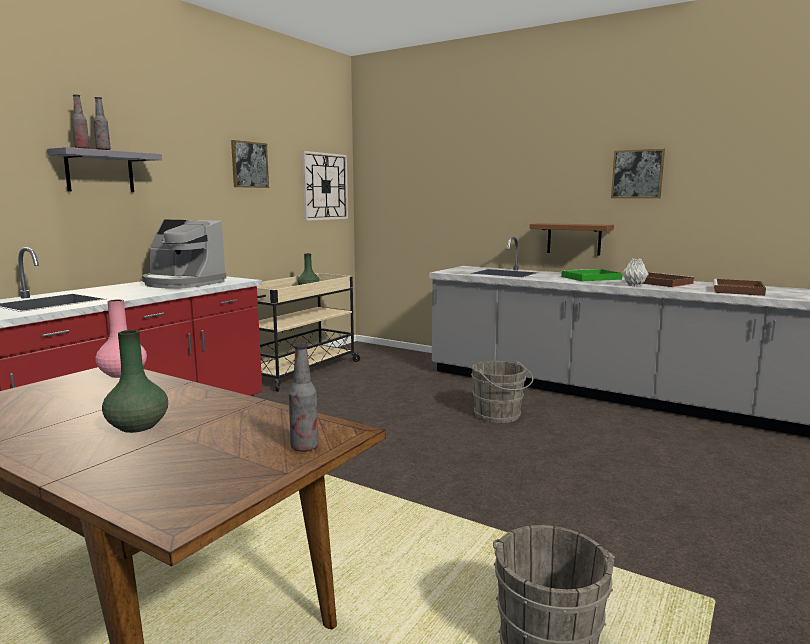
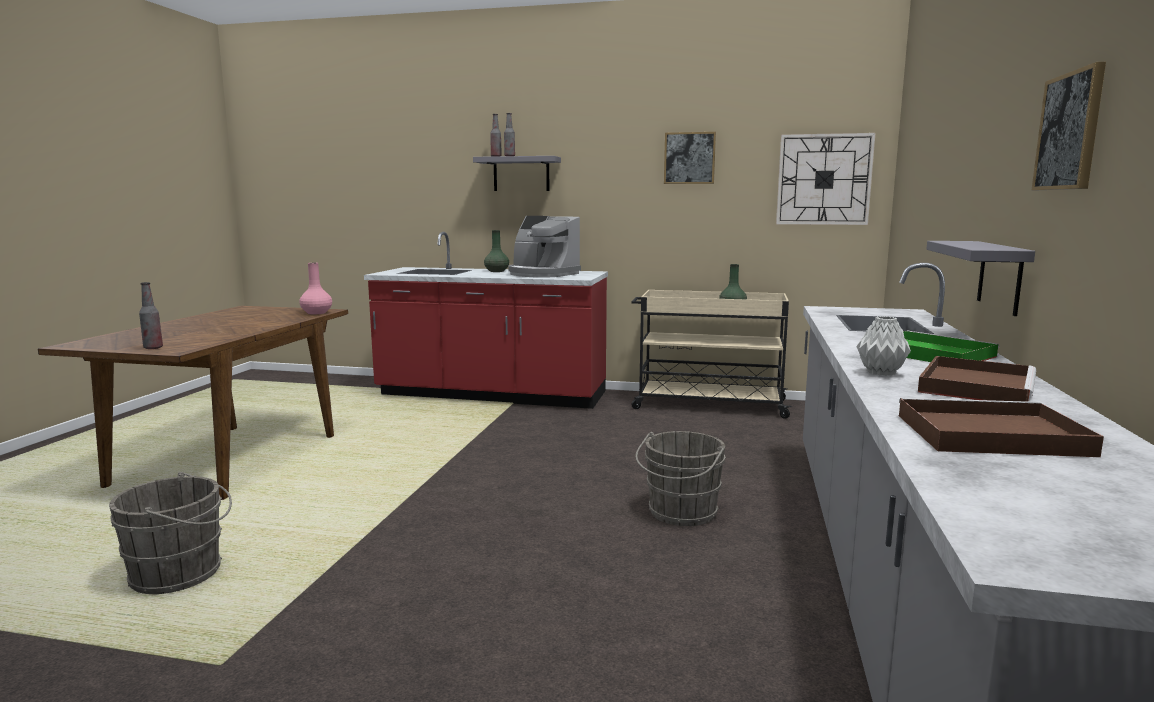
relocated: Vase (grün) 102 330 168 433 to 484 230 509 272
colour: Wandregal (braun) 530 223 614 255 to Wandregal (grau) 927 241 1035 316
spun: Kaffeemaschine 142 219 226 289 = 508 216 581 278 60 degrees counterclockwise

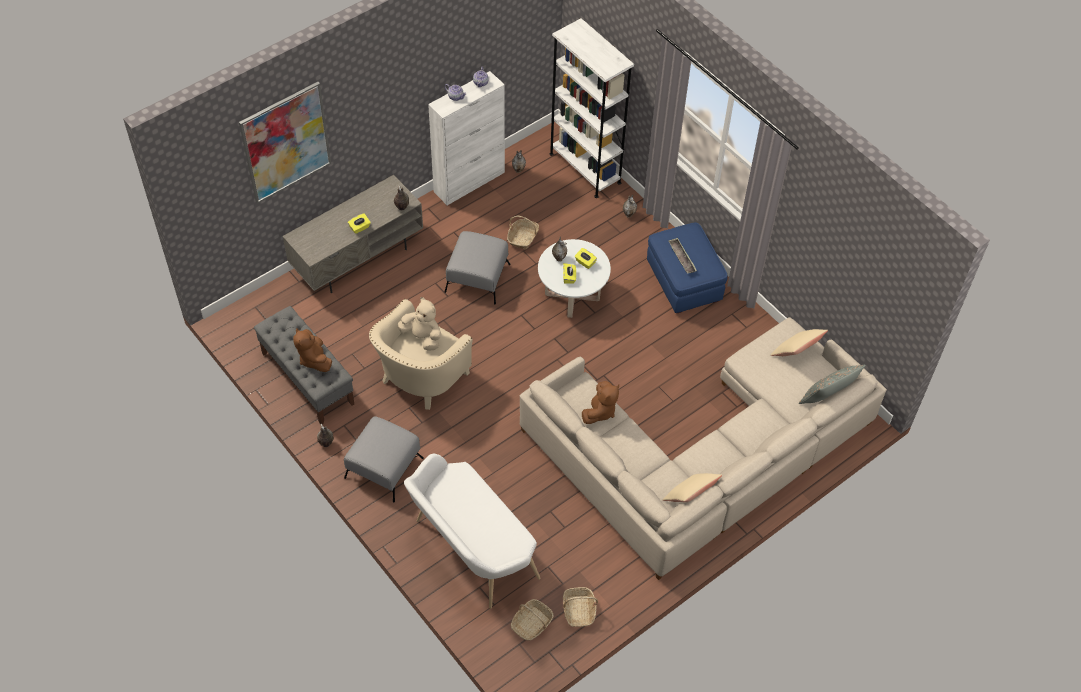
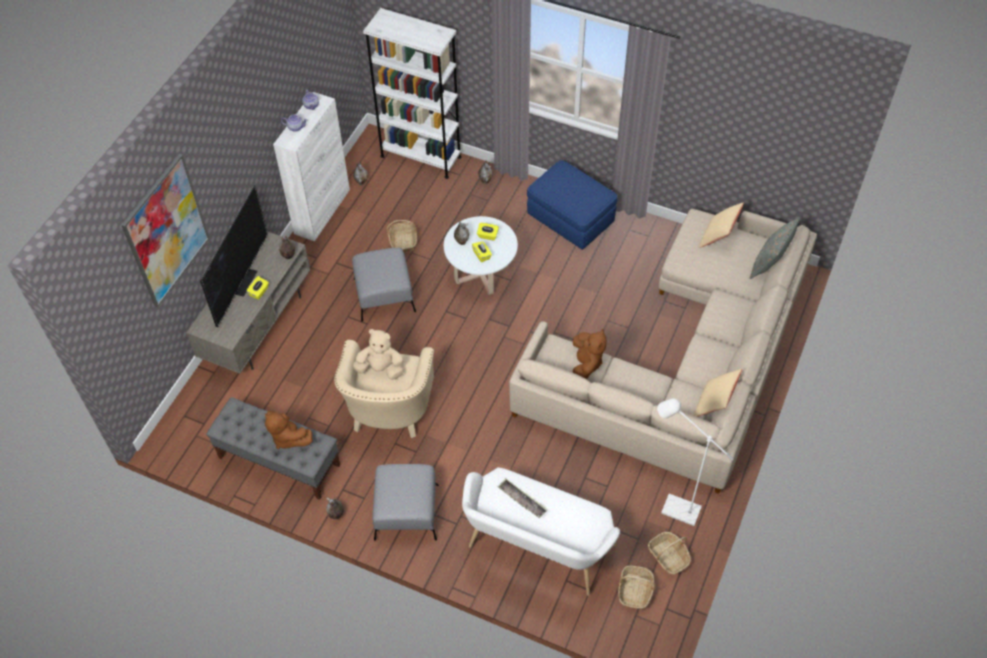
appeared: Fernseher 200 185 268 327; Stehlampe (weiß) 657 398 734 526
relocated: Tablett 669 238 697 273 to 498 479 548 519

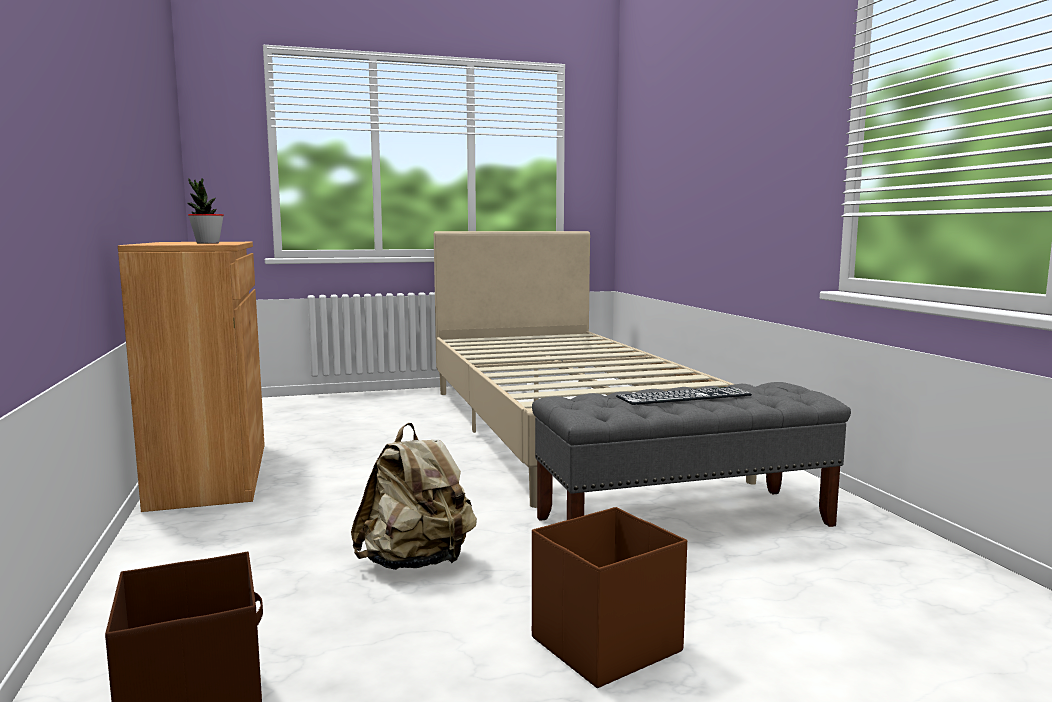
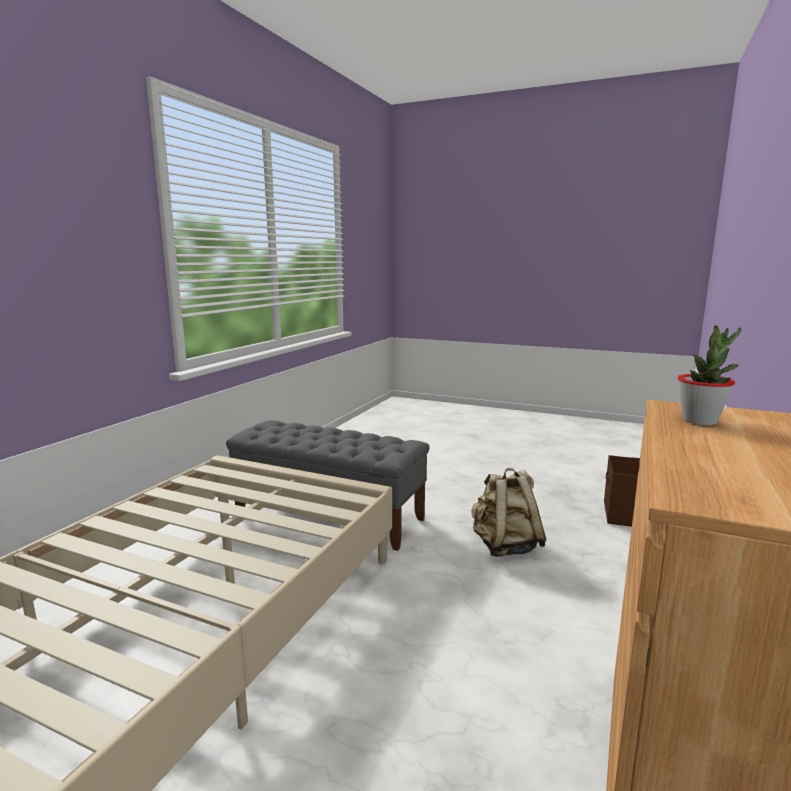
missing: Aufbewahrungsbox (braun) 532 507 687 688; Tastatur 616 387 752 405

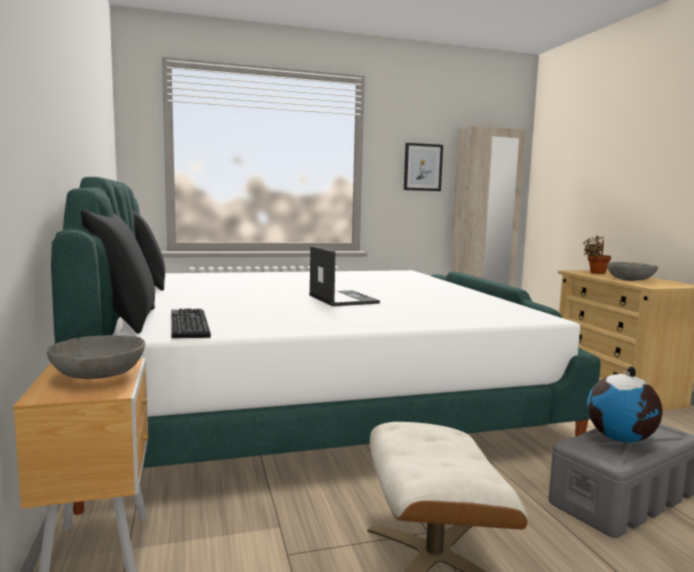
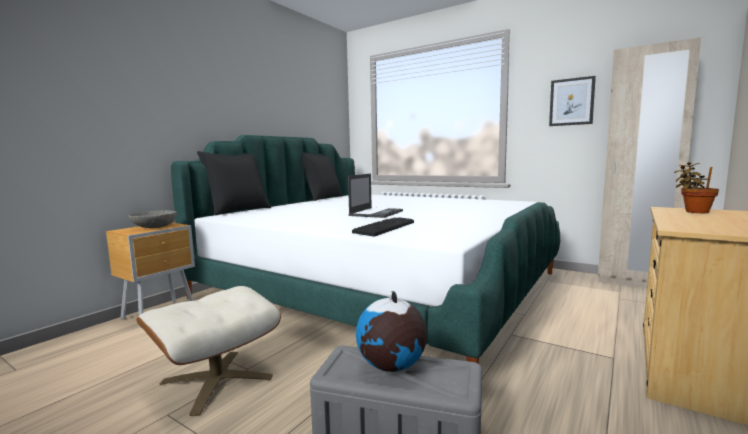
missing: Schüssel (grau) 607 262 658 281
relocated: Tastatur 171 309 211 338 to 352 217 414 237

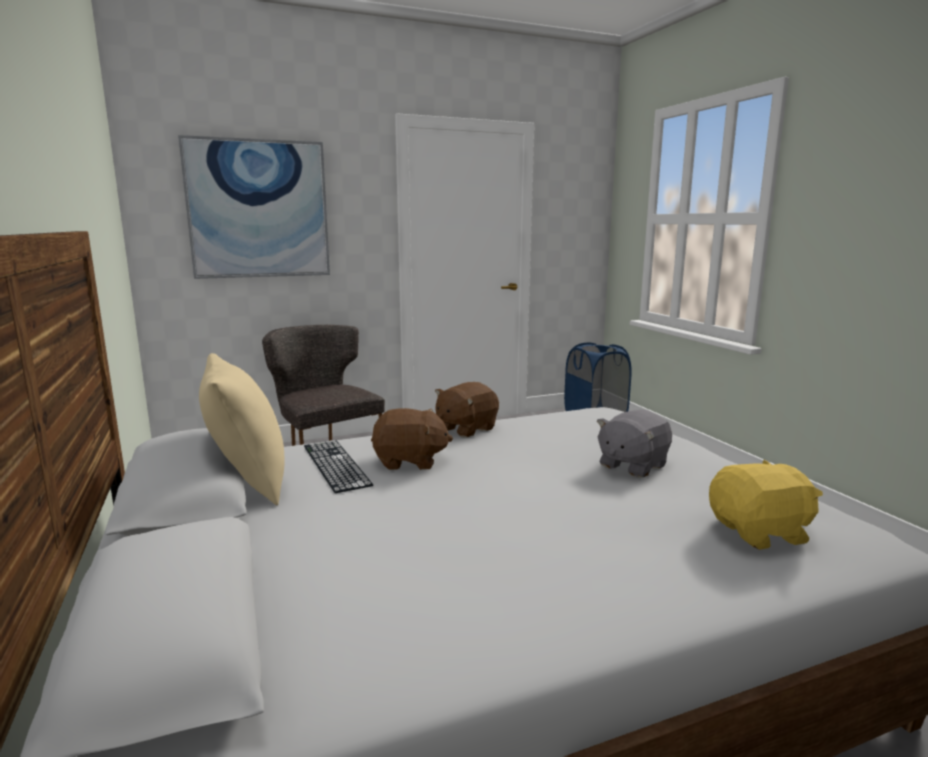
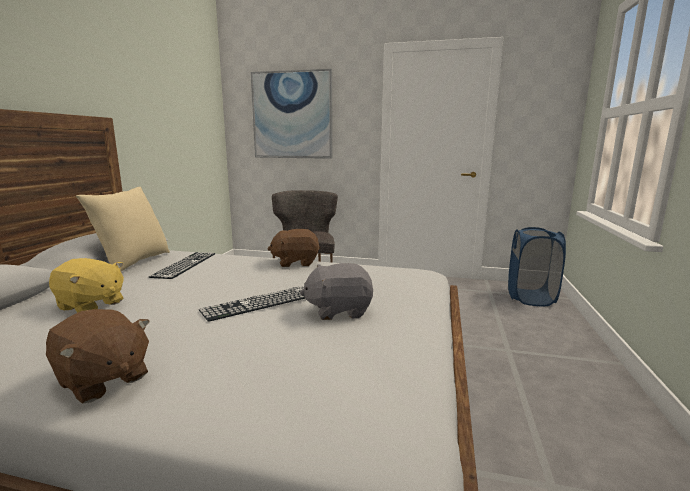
appeared: Tastatur 199 286 305 322
relocated: Plüschtier (braun) 371 408 453 470 to 46 309 150 404; Plüschtier (gelb) 709 459 823 550 to 49 258 124 313

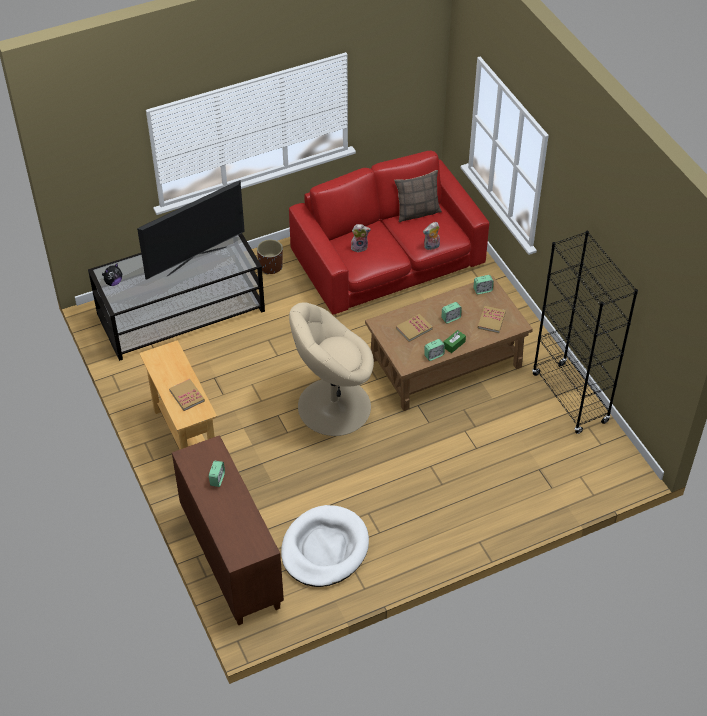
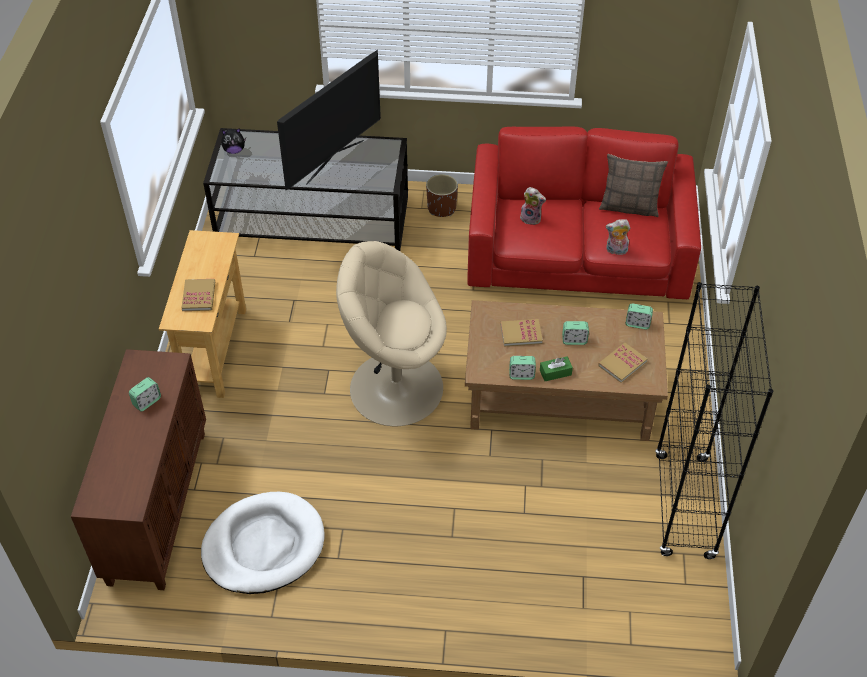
spun: Fernseher 137 180 245 280 = 277 50 381 190 45 degrees counterclockwise

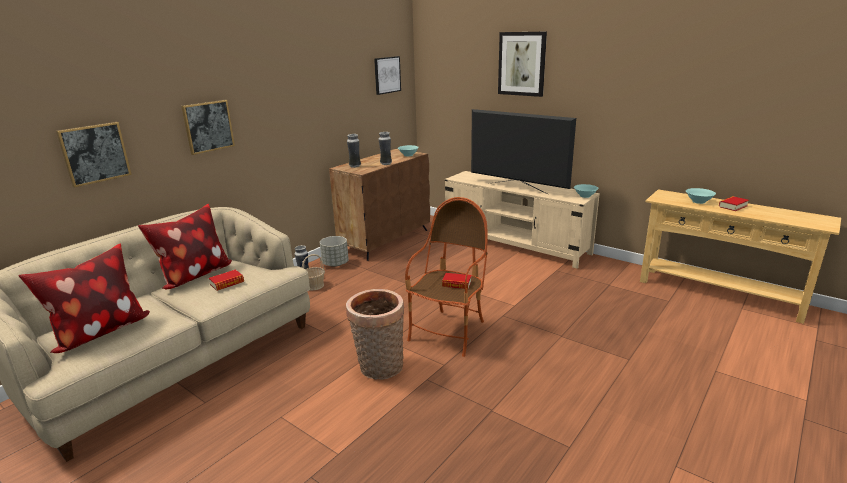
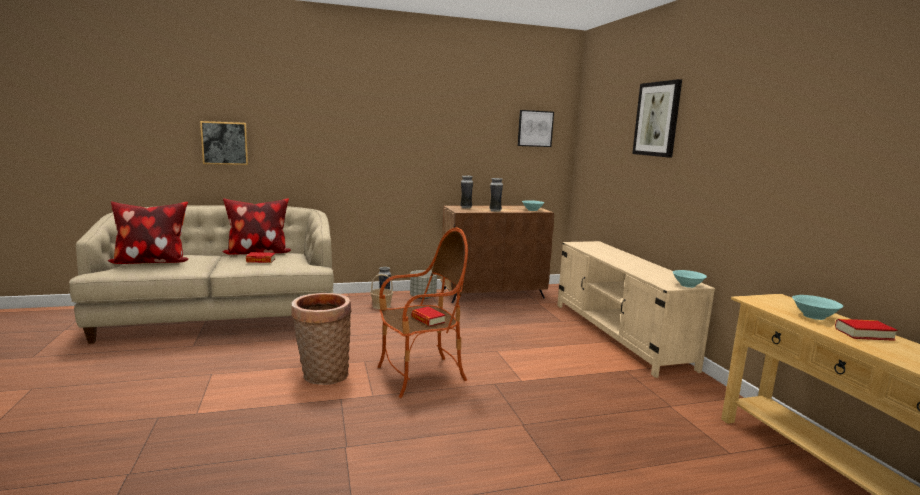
missing: Bild 181 100 235 155; Fernseher 471 109 576 194

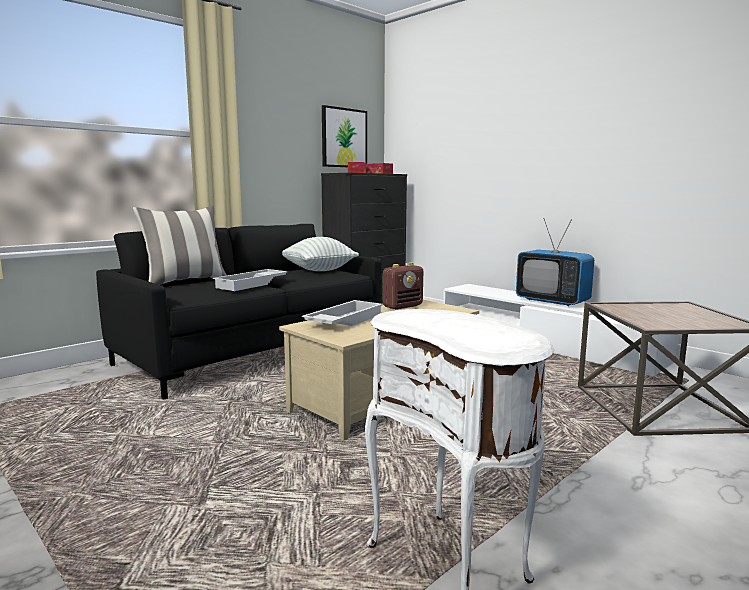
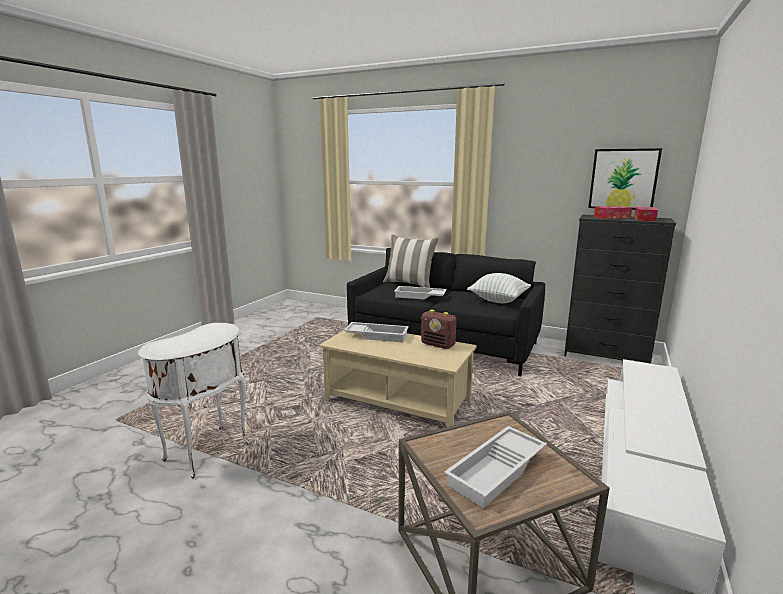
missing: Fernseher 516 218 594 306
appeared: Tablett (weiß) 444 426 547 508

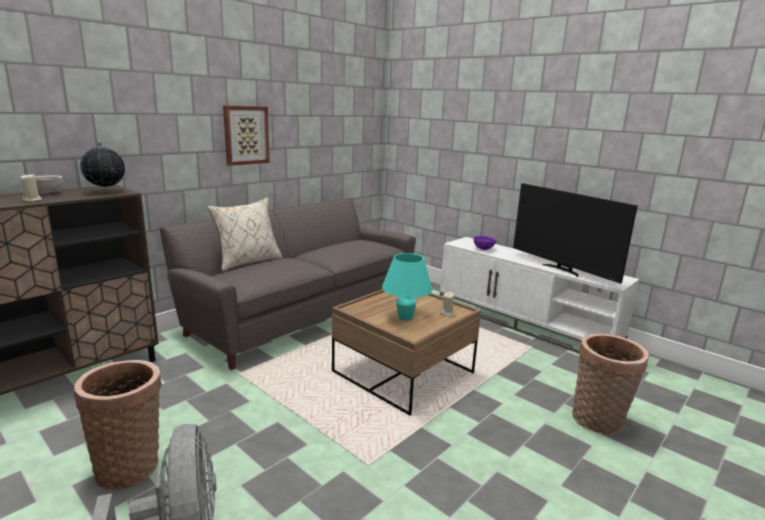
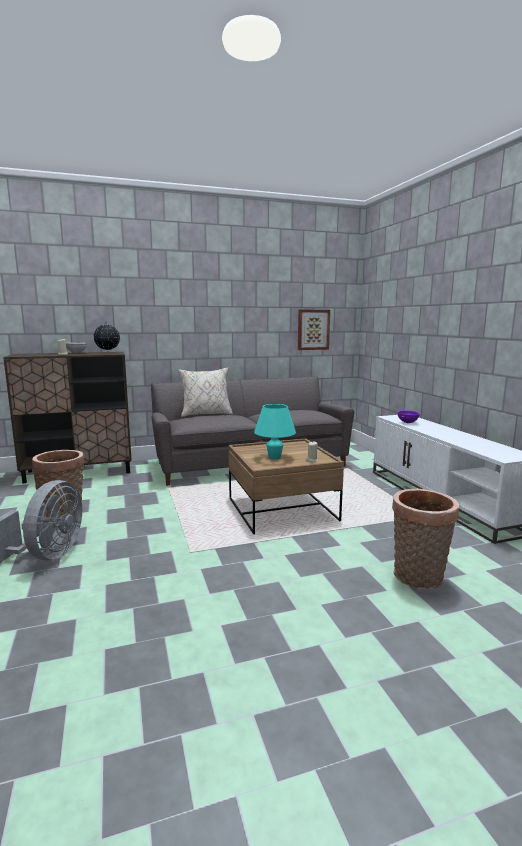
missing: Fernseher 513 183 638 284
relocated: Bild 223 106 270 166 to 298 310 330 350

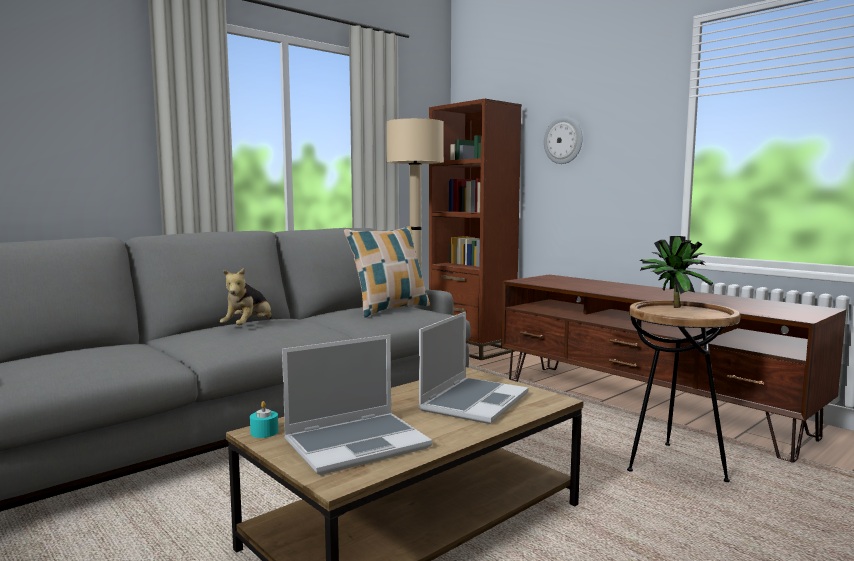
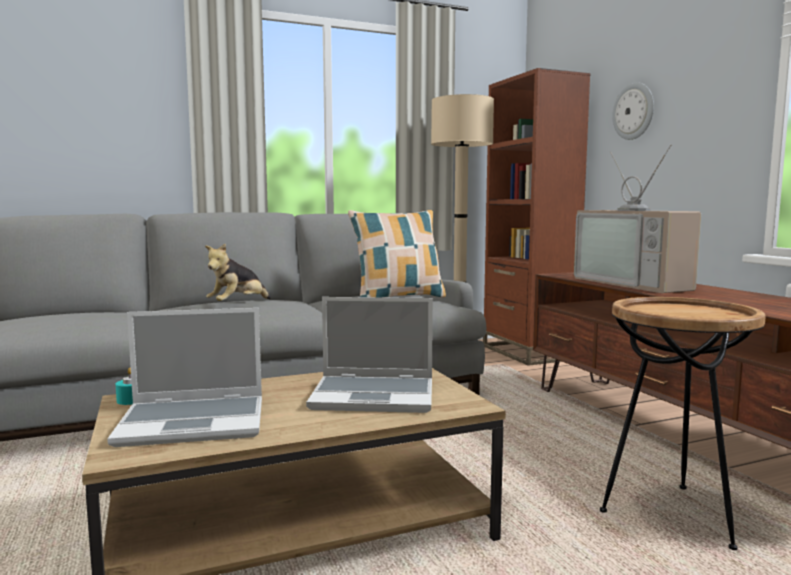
missing: Topfpflanze 640 236 713 308
appeared: Fernseher 574 144 701 293
spun: Laptop 418 312 528 424 = 306 297 433 413 45 degrees clockwise

